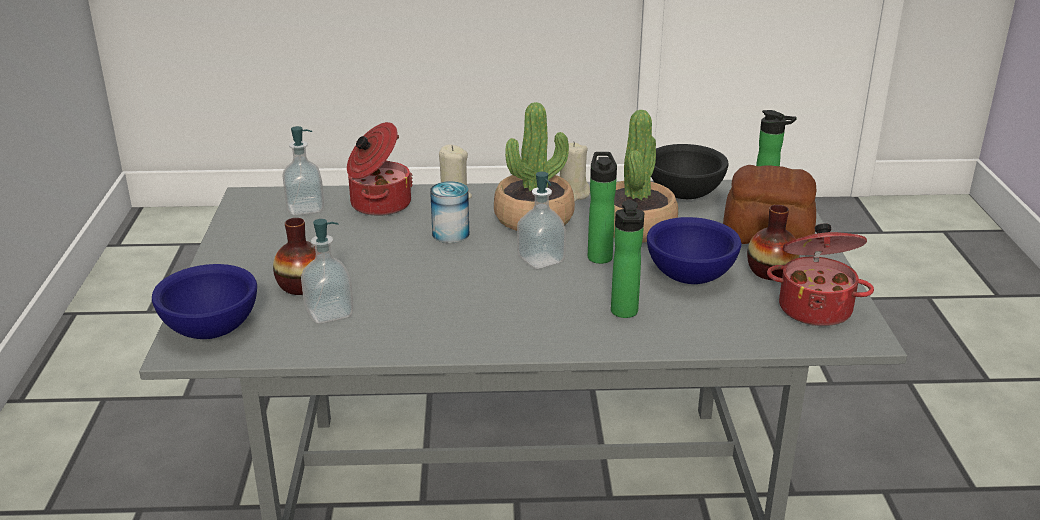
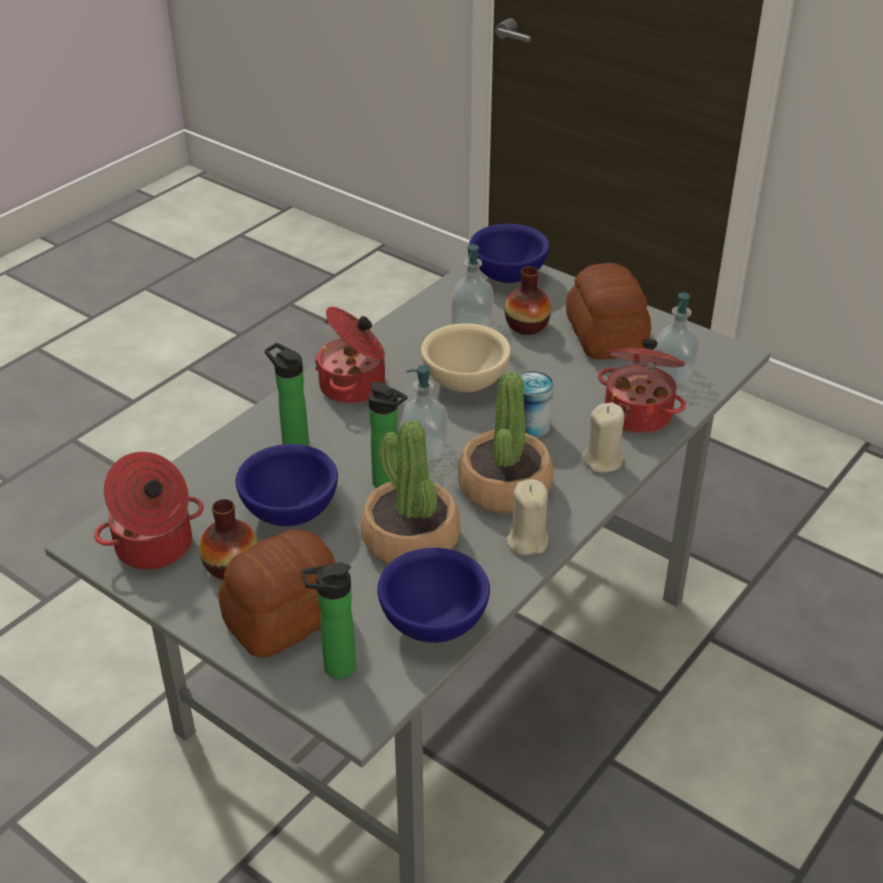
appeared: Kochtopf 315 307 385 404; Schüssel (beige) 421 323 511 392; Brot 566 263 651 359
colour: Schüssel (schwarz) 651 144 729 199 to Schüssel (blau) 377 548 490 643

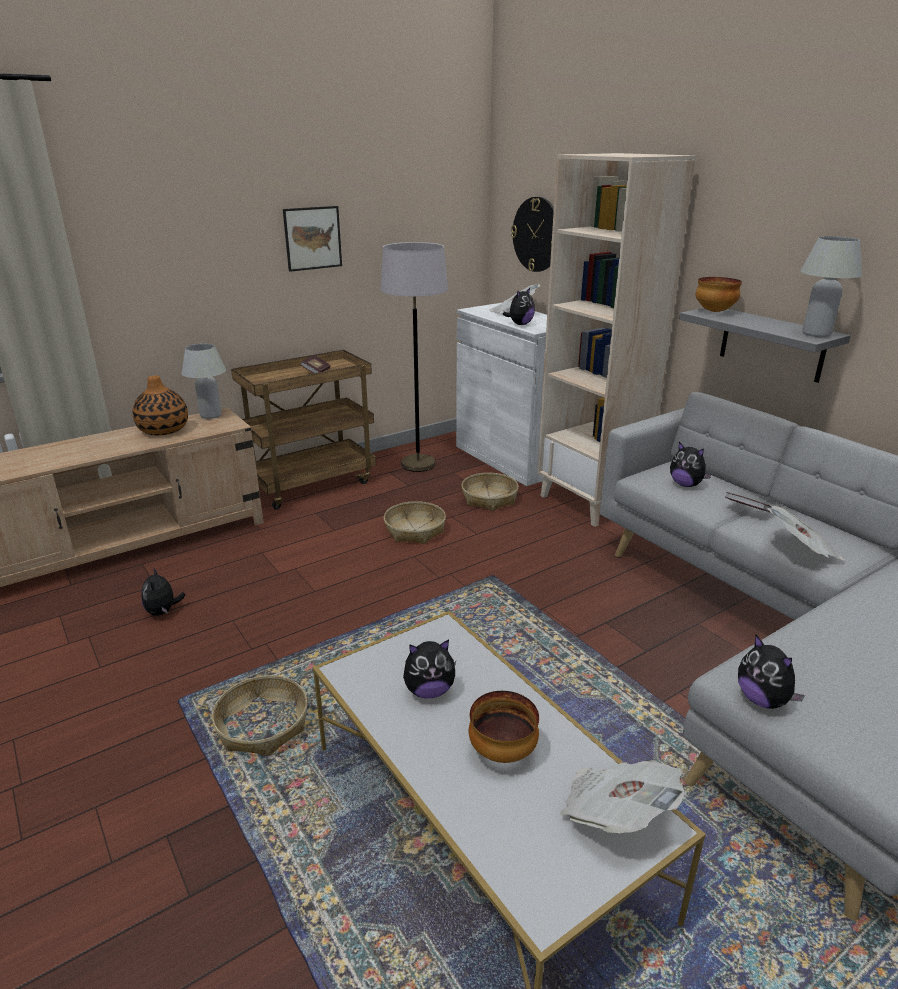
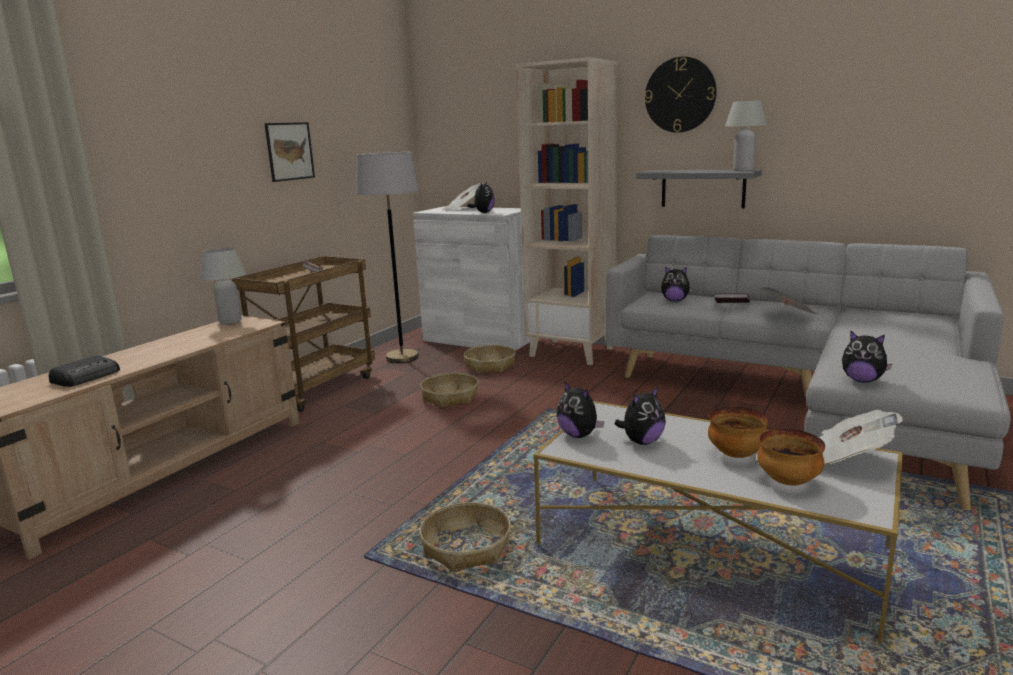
missing: Vase 133 375 188 435
appeared: Radio 49 355 120 387
relocated: Plüschtier 141 567 185 616 to 557 381 604 438; Wanduhr 511 197 554 272 to 645 57 717 133; Schüssel 695 277 742 312 to 757 429 825 485

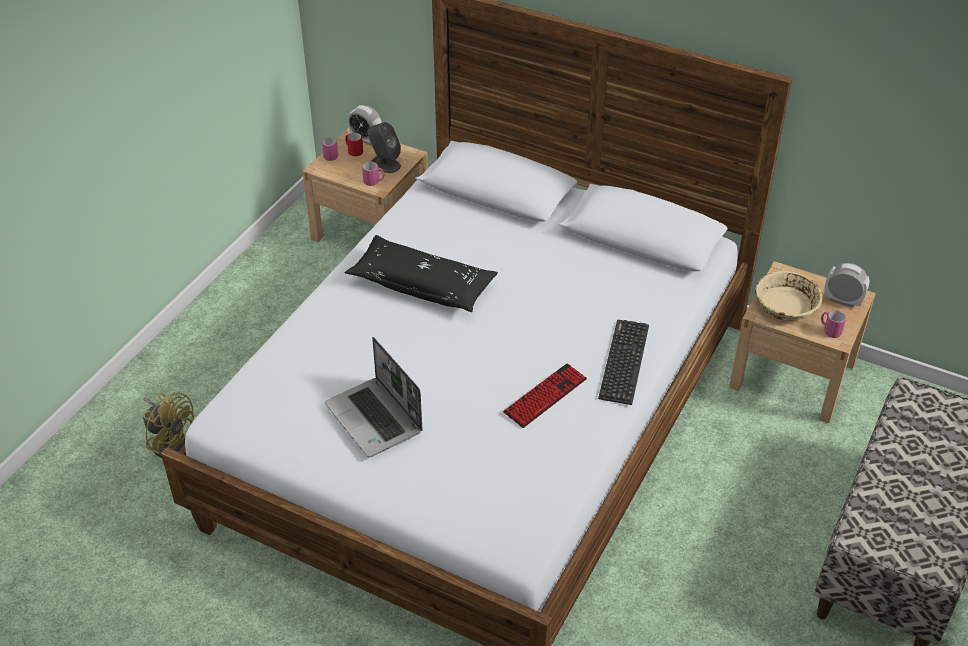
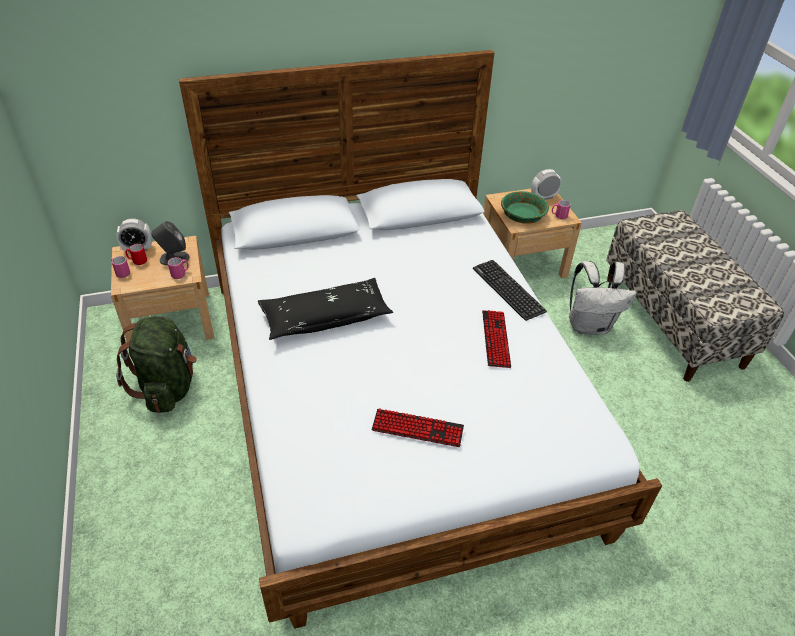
missing: Ventilator (gelb) 143 392 194 458
appeared: Rucksack (grün) 116 316 197 413; Rucksack (weiß) 569 261 636 335
exchanged: Laptop 325 337 423 457 to Tastatur 371 408 464 447
colour: Schüssel (beige) 755 271 822 321 to Schüssel (grün) 501 191 549 224

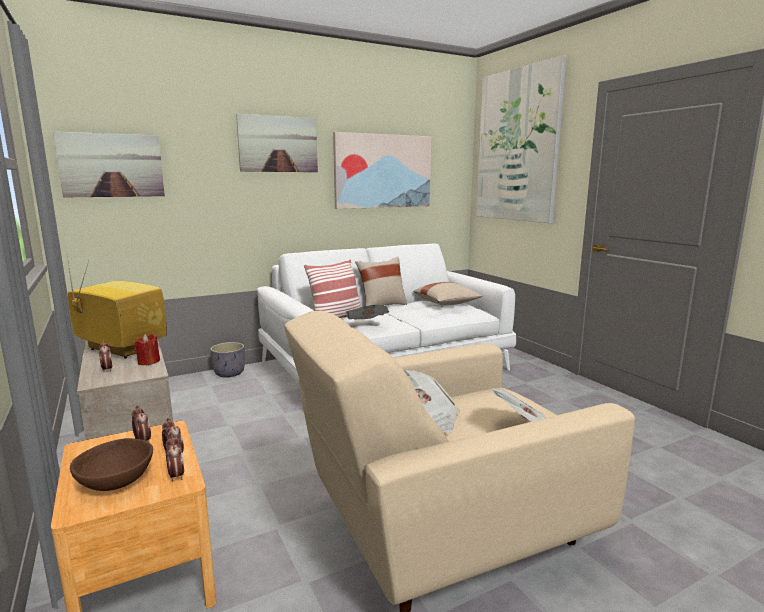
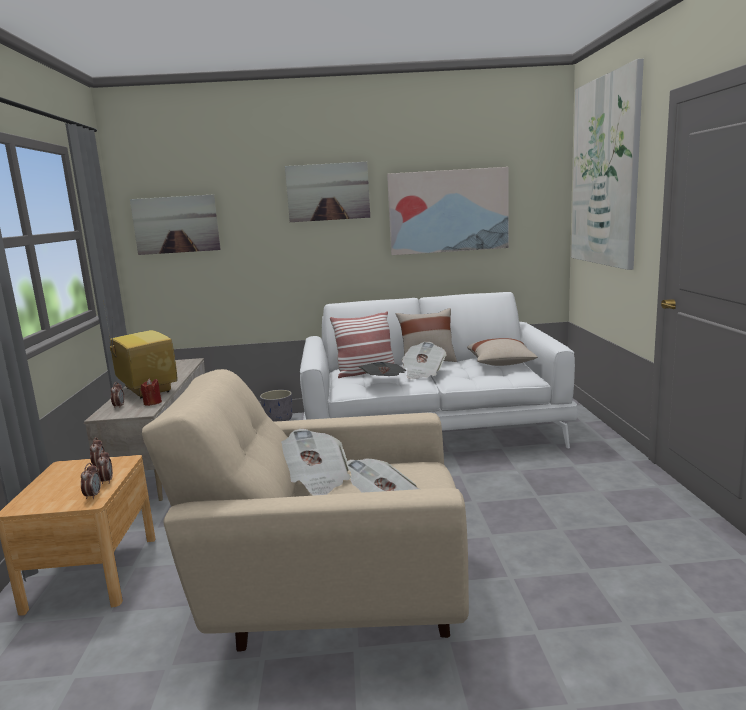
missing: Schüssel (braun) 70 438 153 491
appeared: Zeitung 402 342 446 379

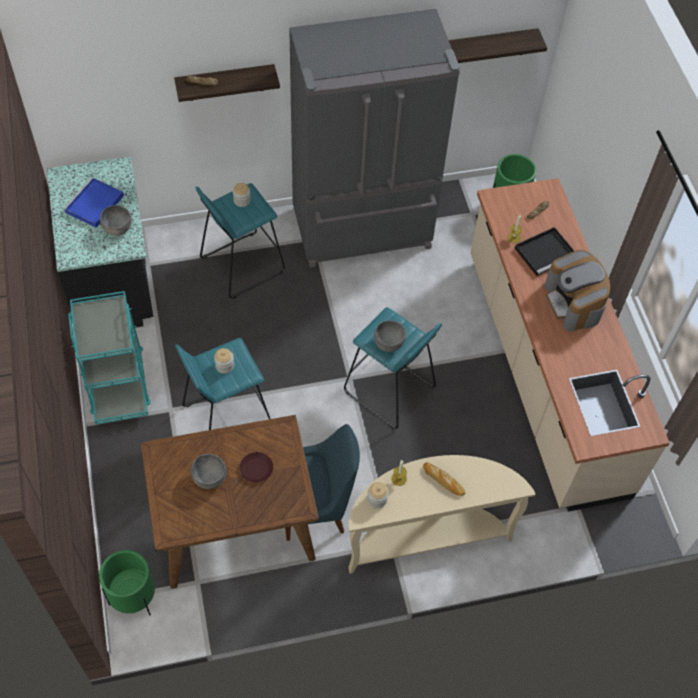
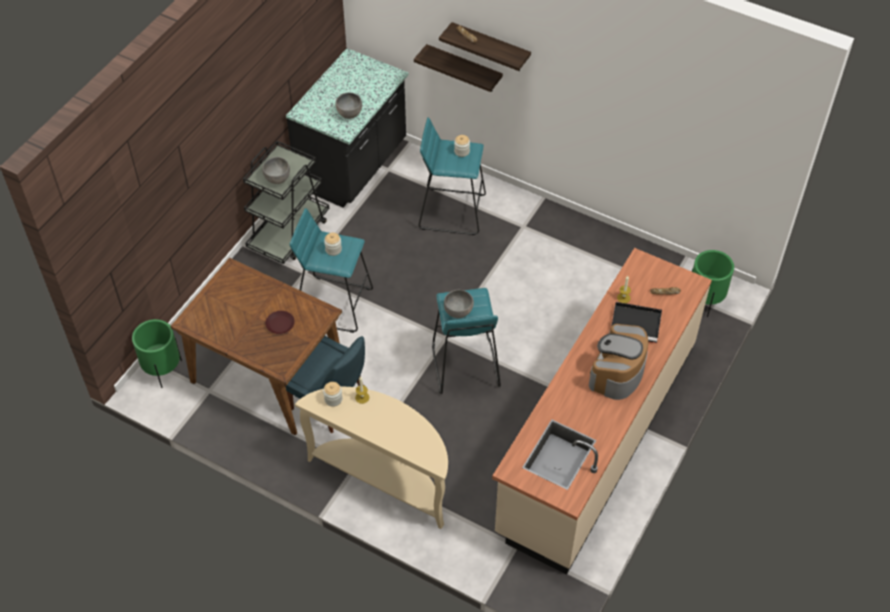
missing: Tablett (blau) 63 177 124 228; Kühlschrank (grau) 289 9 460 268; Brot 423 462 466 496
relocated: Schüssel (grau) 191 454 227 489 to 262 157 290 184; Wandregal 449 28 547 63 to 414 44 503 92
colour: Rollwagen (türkis) 68 291 151 424 to Rollwagen (schwarz) 243 141 329 264

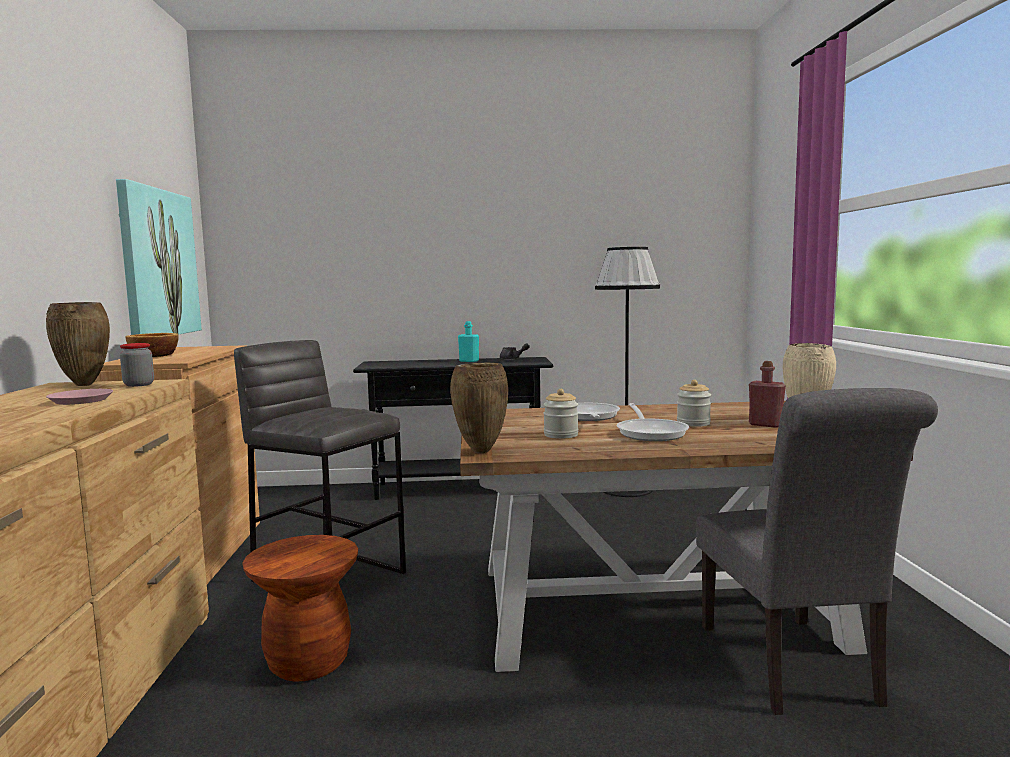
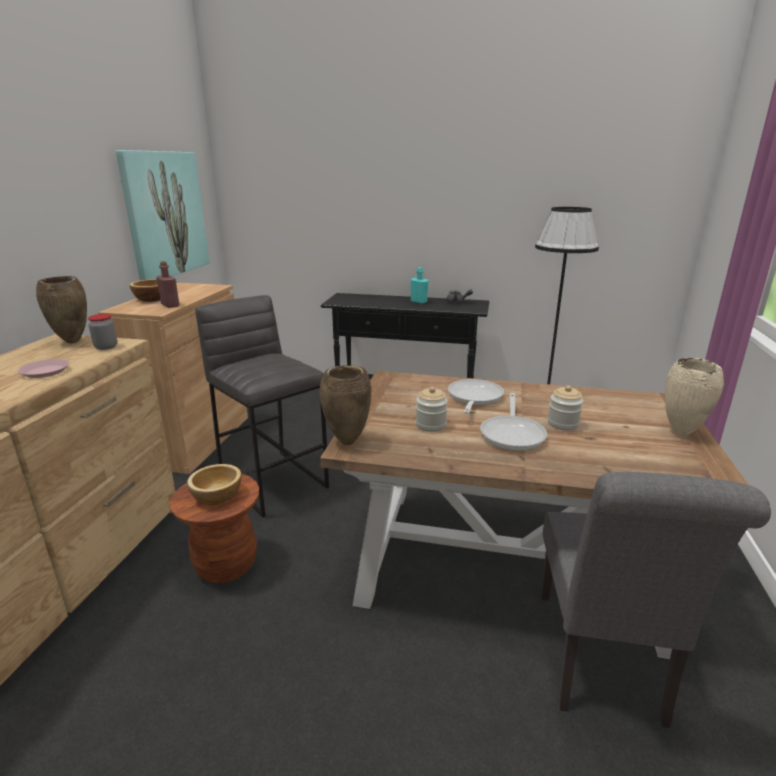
appeared: Schüssel 187 464 241 505
relocated: Flasche (rot) 749 361 786 428 to 156 261 180 308

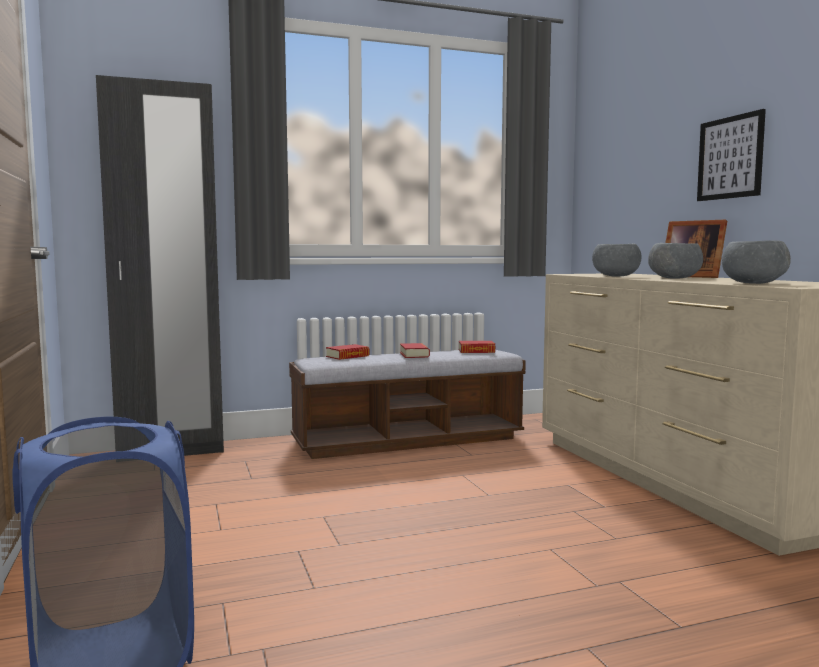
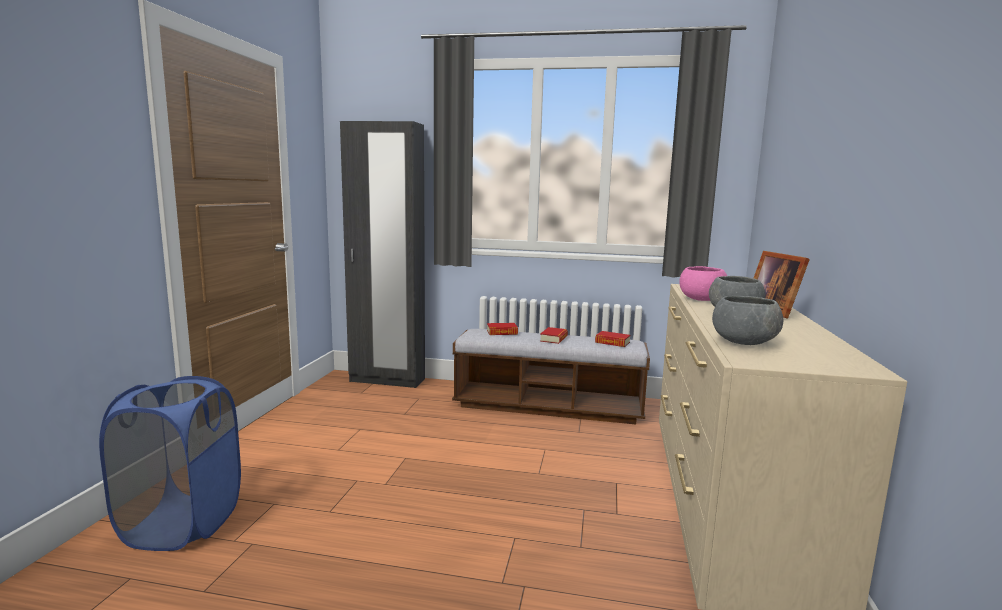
missing: Bild 697 109 766 201
colour: Schüssel (grau) 592 244 642 277 to Schüssel (rosa) 679 266 727 301

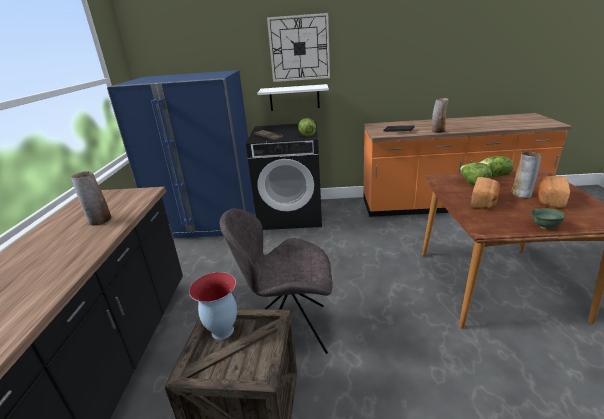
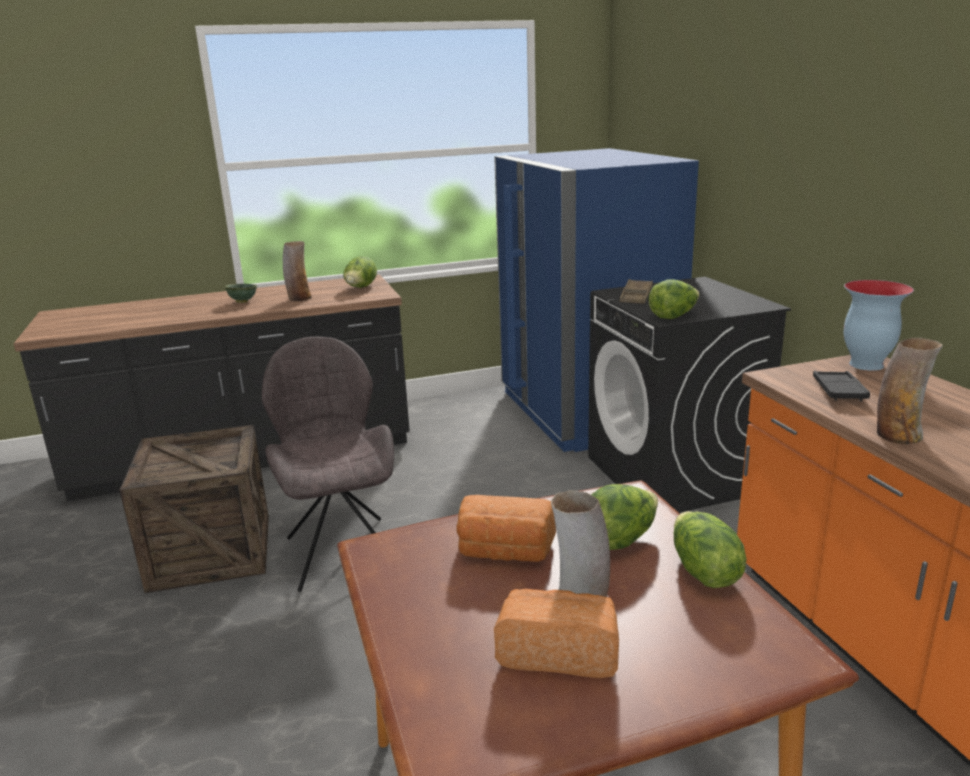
missing: Wandregal (weiß) 257 84 329 111; Wanduhr 267 13 330 82
appeared: Salatkopf 343 256 377 288
relocated: Schüssel (grün) 531 208 566 229 to 225 284 257 303; Vase 189 272 237 340 to 844 280 914 371

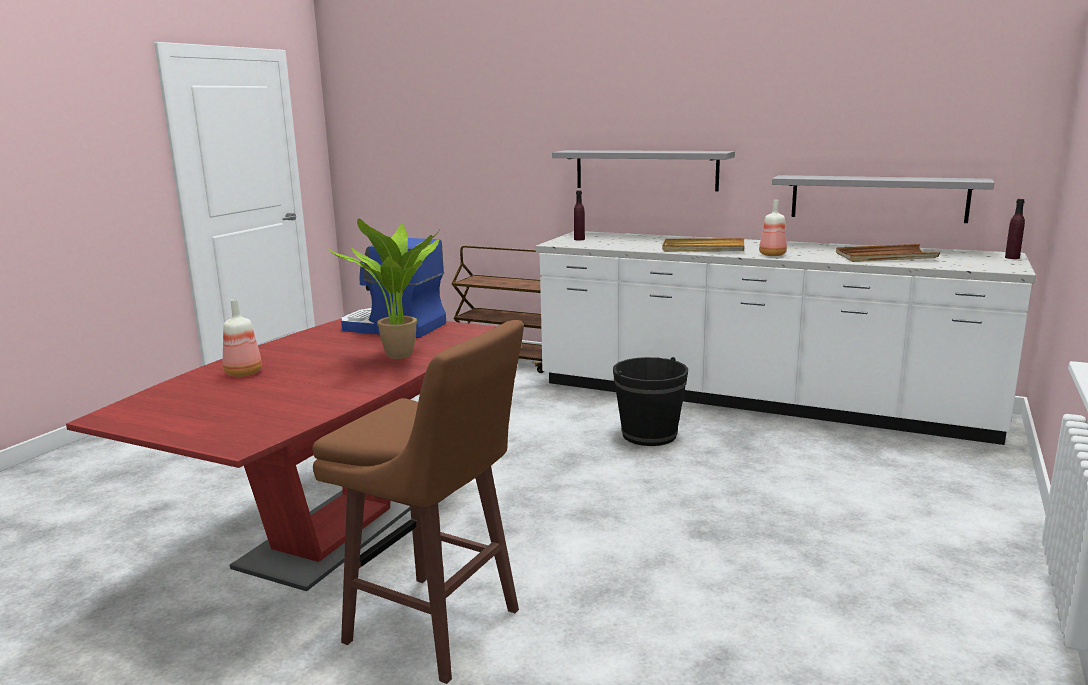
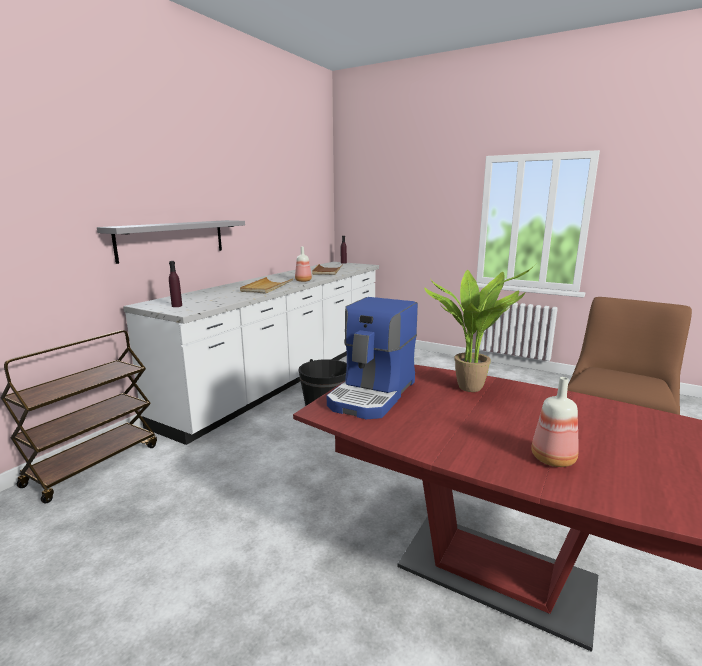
missing: Wandregal (grau) 772 175 994 223

